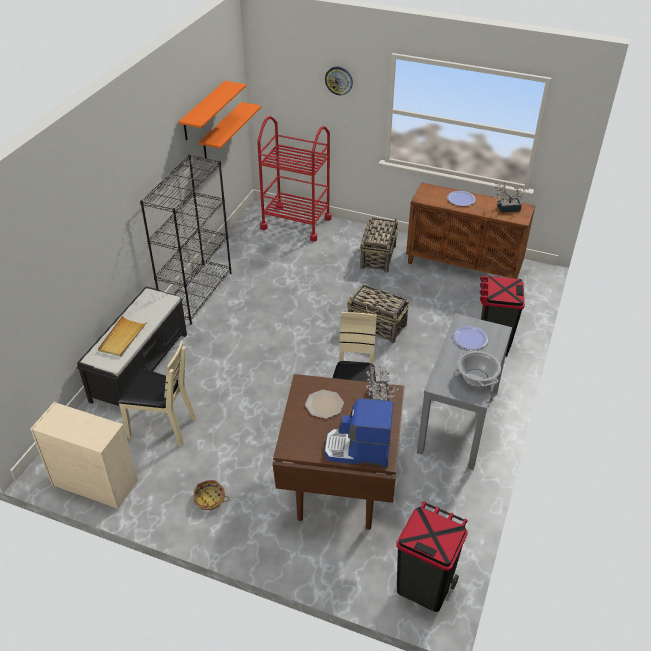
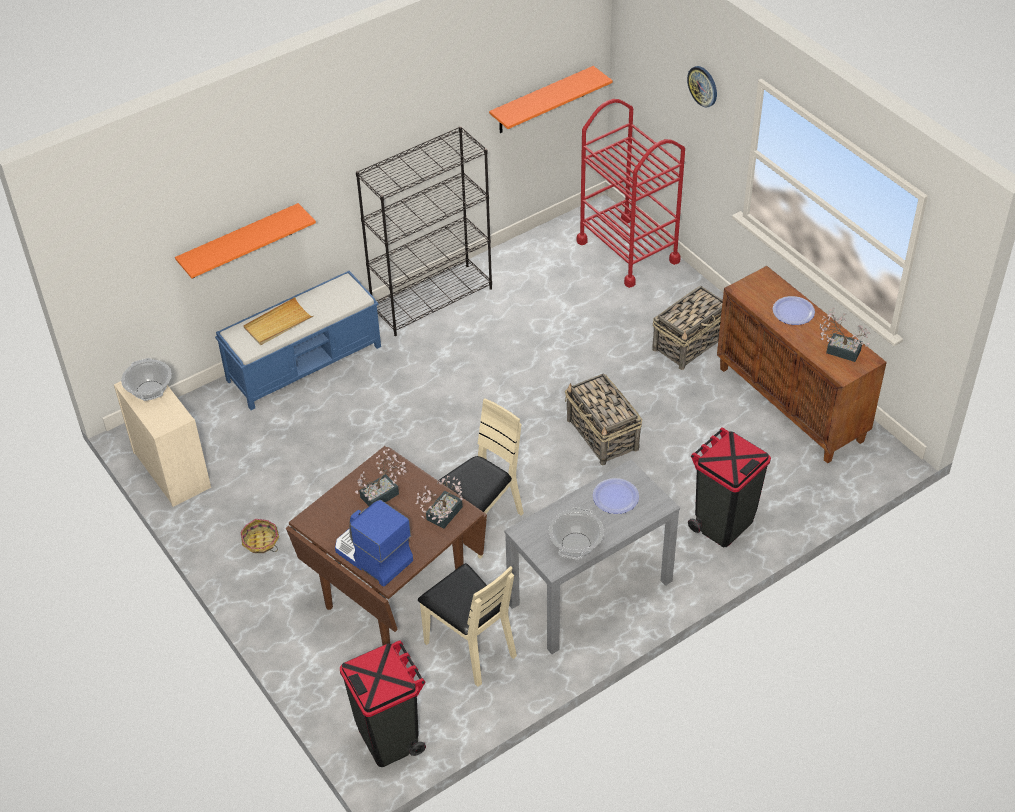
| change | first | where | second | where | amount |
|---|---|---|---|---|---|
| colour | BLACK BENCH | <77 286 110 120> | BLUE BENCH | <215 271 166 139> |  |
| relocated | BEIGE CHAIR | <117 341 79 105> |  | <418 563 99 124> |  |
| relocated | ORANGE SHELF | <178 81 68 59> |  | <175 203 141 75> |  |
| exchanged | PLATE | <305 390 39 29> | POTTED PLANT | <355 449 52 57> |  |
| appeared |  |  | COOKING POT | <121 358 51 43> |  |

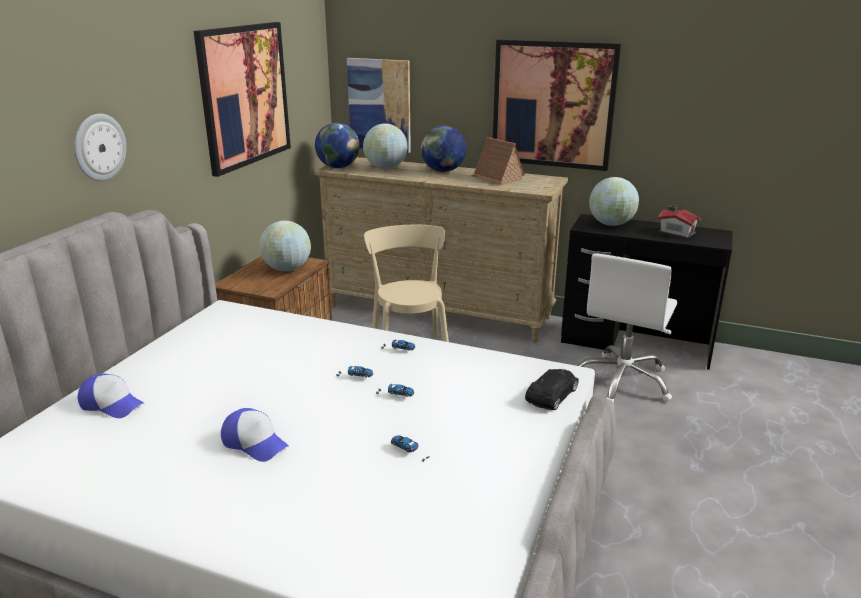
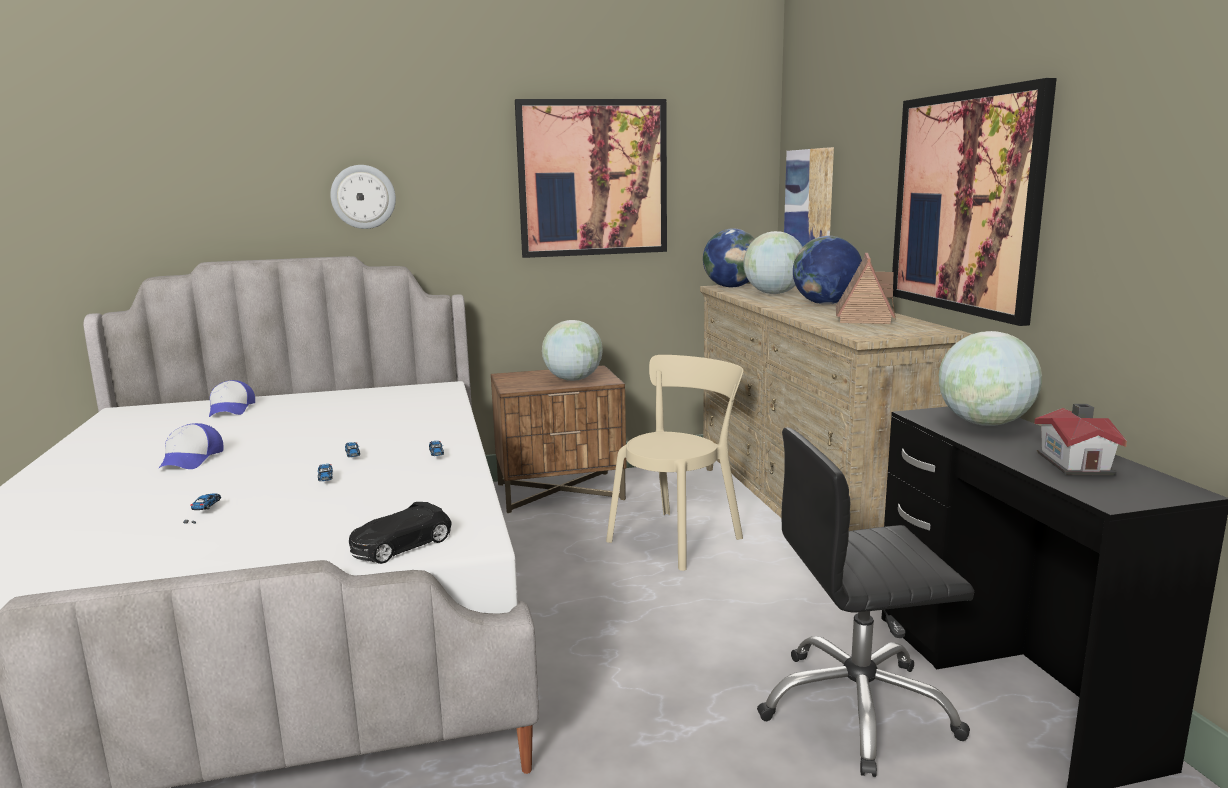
| change | first | where | second | where | amount |
|---|---|---|---|---|---|
| spun | BLACK TOY CAR | <525 369 54 41> |  | <349 502 103 62> | 135 degrees clockwise |
| colour | WHITE OFFICE CHAIR | <577 253 100 149> | BLACK OFFICE CHAIR | <757 428 217 349> |  |

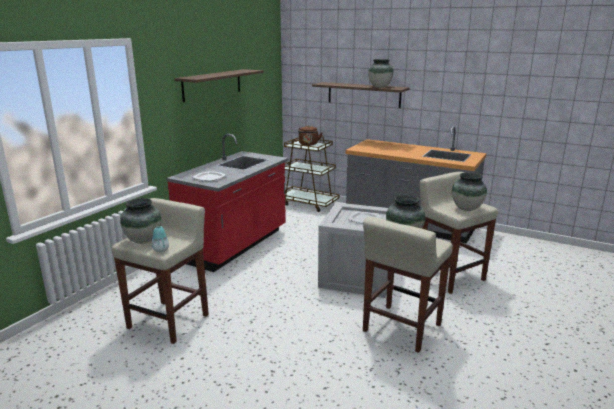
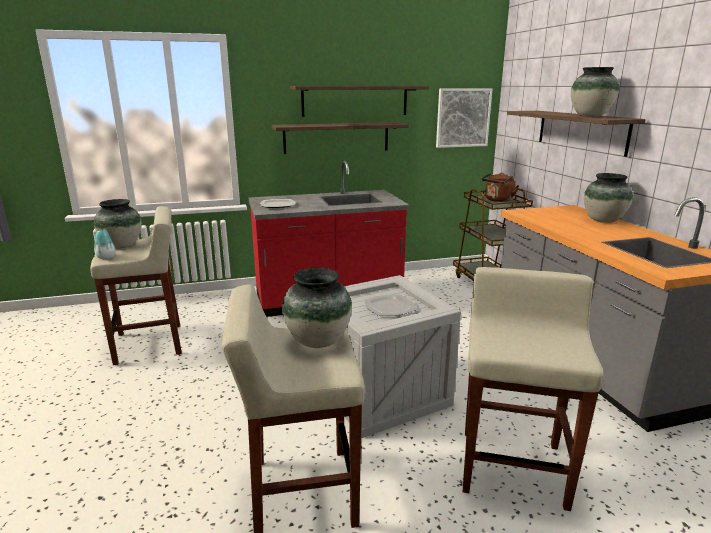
| change | first | where | second | where | amount |
|---|---|---|---|---|---|
| relocated | VASE | <452 172 35 39> |  | <584 173 49 50> |  |
| appeared |  |  | SHELF | <272 122 137 32> |  |
| appeared |  |  | PICTURE | <436 89 56 59> |  |

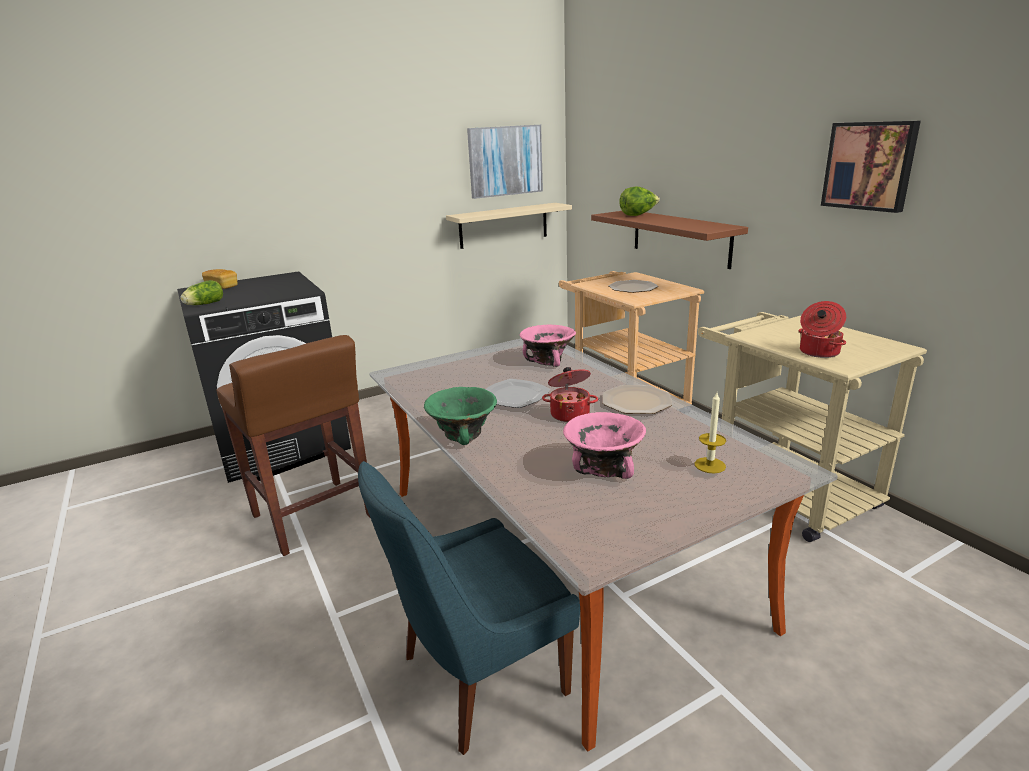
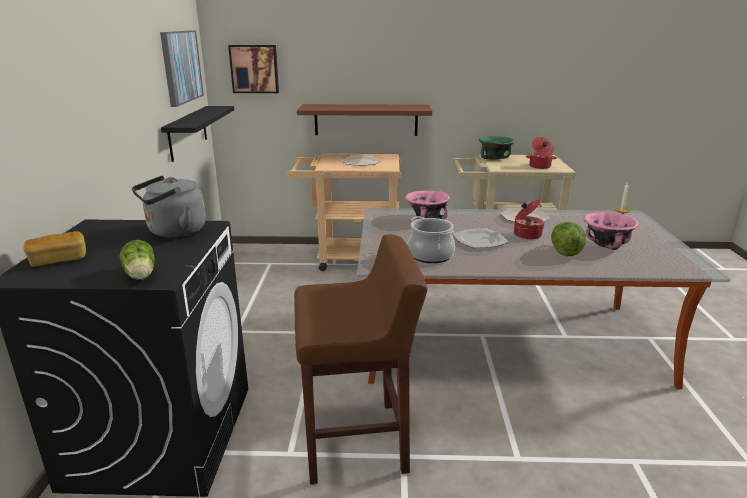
| change | first | where | second | where | amount |
|---|---|---|---|---|---|
| missing | BLUE CHAIR | <358 461 222 294> |  |  |  |
| relocated | GREEN BOWL | <424 387 73 58> |  | <479 136 36 23> |  |
| colour | BEIGE SHELF | <446 203 126 46> | BLACK SHELF | <161 106 73 56> |  |
| relocated | LETTUCE | <619 186 41 30> |  | <551 222 35 34> |  |
| relocated | PICTURE | <821 121 100 92> |  | <228 45 51 48> |  |
| appeared |  |  | GREY KETTLE | <132 175 74 63> |  |
| appeared |  |  | COOKING POT | <407 216 48 47> |  |

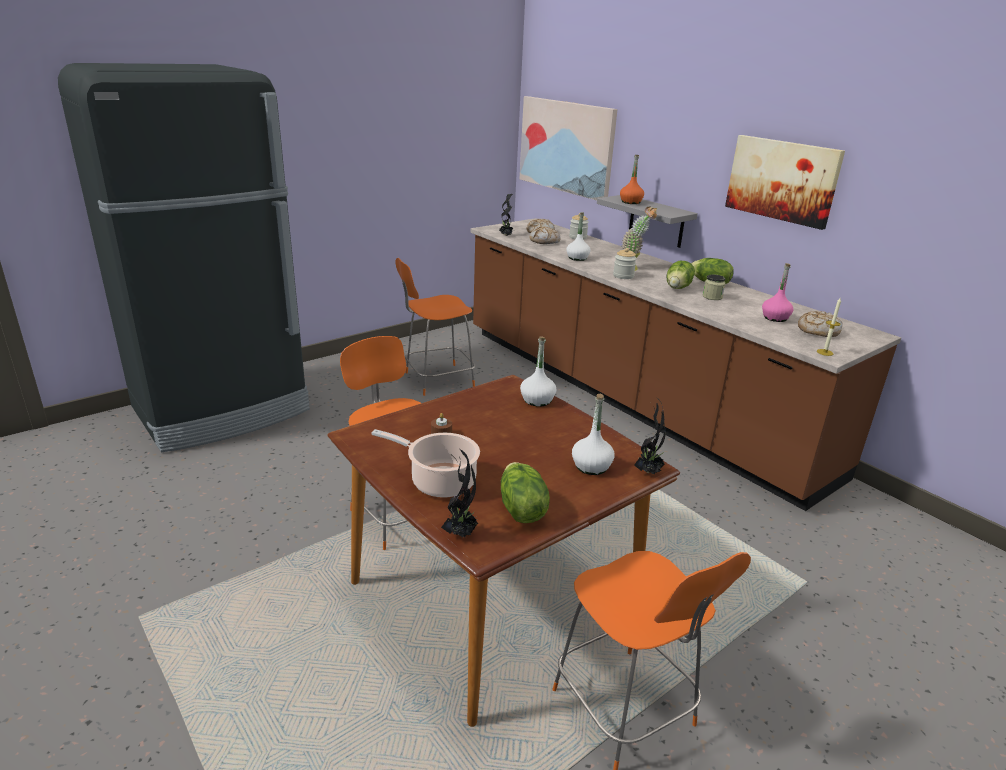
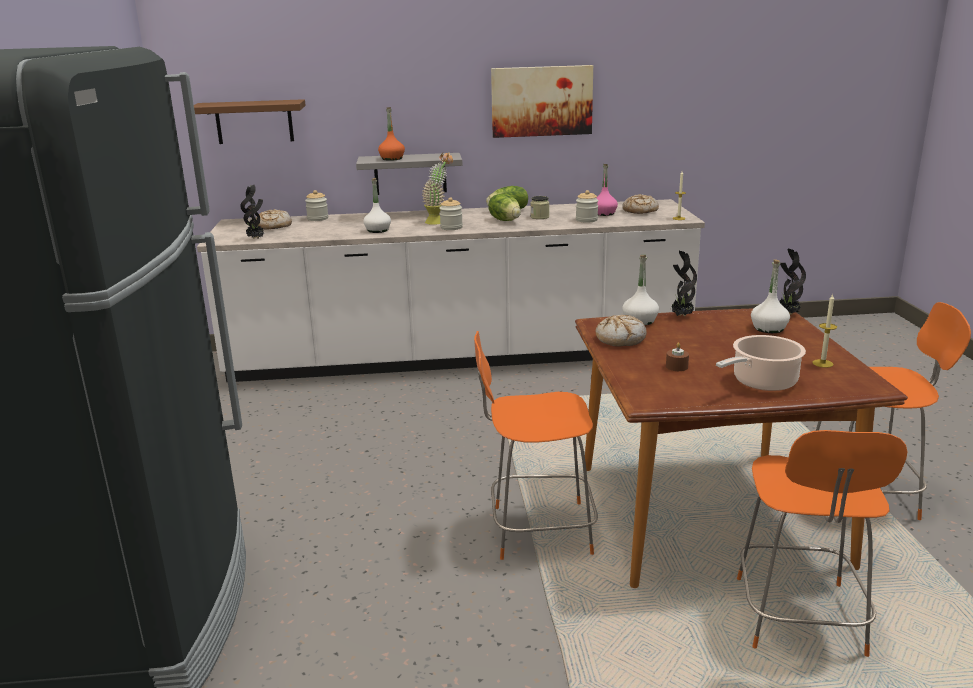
| change | first | where | second | where | amount |
|---|---|---|---|---|---|
| relocated | ORANGE CHAIR | <396 258 80 138> |  | <737 430 171 227> |  |
| relocated | POTTED PLANT | <441 449 37 89> |  | <672 251 25 65> |  |
| colour | BROWN COUNTER | <471 218 430 293> | WHITE COUNTER | <197 199 508 183> |  |
| exchanged | LETTUCE | <501 462 49 61> | CANDLE | <812 294 25 74> |  |
| exchanged | PICTURE | <520 96 98 104> | BROWN SHELF | <194 99 112 45> |  |
| relocated | BREAD | <530 227 30 17> |  | <596 315 51 31> |  |
| appeared |  |  | JAR | <576 190 22 33> |  |

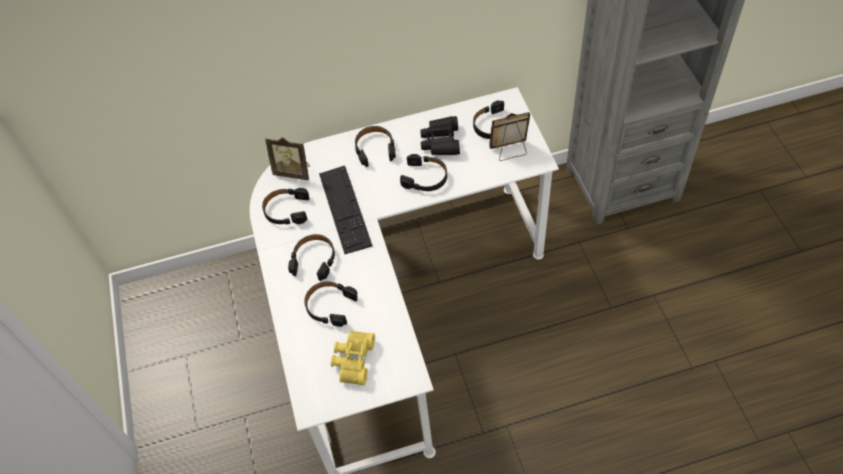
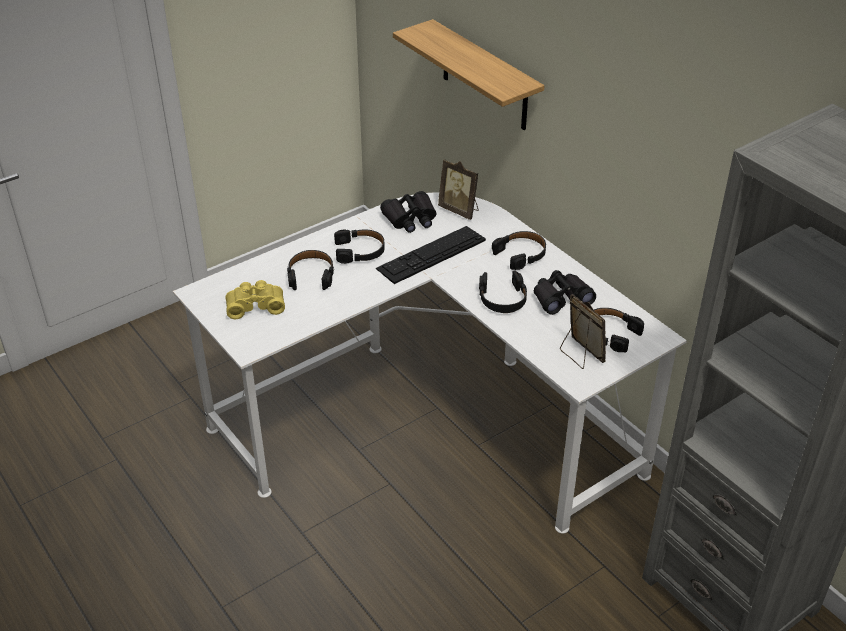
| change | first | where | second | where | amount |
|---|---|---|---|---|---|
| exchanged | BLACK HEADPHONES | <262 188 48 37> | BLACK BINOCULARS | <380 191 57 42> |  |
| spun | PICTURE FRAME | <265 137 45 43> |  | <438 159 41 61> | 45 degrees counterclockwise |
| appeared |  |  | SHELF | <393 19 151 111> |  |

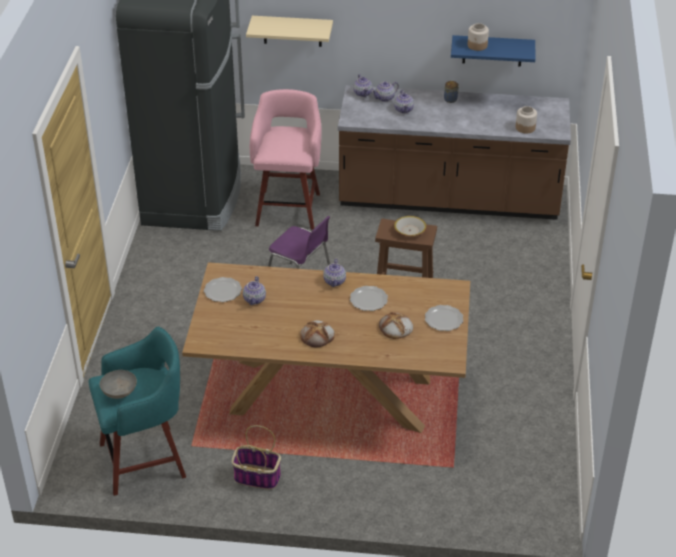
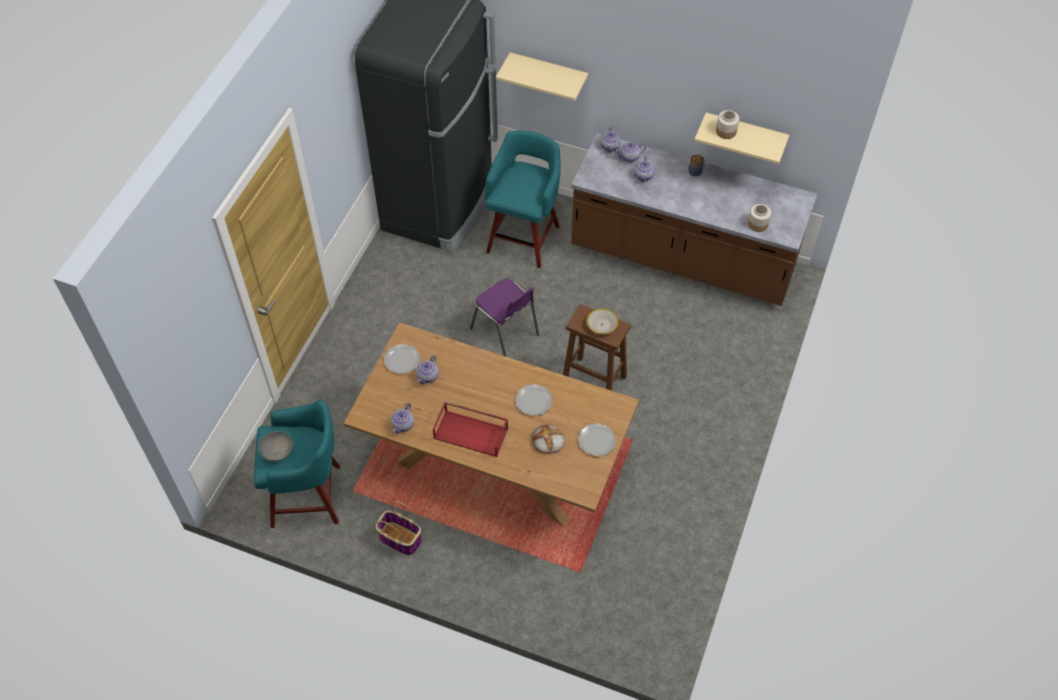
| change | first | where | second | where | amount |
|---|---|---|---|---|---|
| colour | PINK STOOL | <250 89 71 141> | TURQUOISE STOOL | <485 130 76 138> |  |
| exchanged | BREAD | <300 320 35 27> | RED TRAY | <433 401 75 56> |  |
| relocated | TEAPOT | <323 258 23 29> |  | <391 403 23 31> |  |
| colour | BLUE SHELF | <451 35 84 32> | BEIGE SHELF | <694 113 95 51> |  |

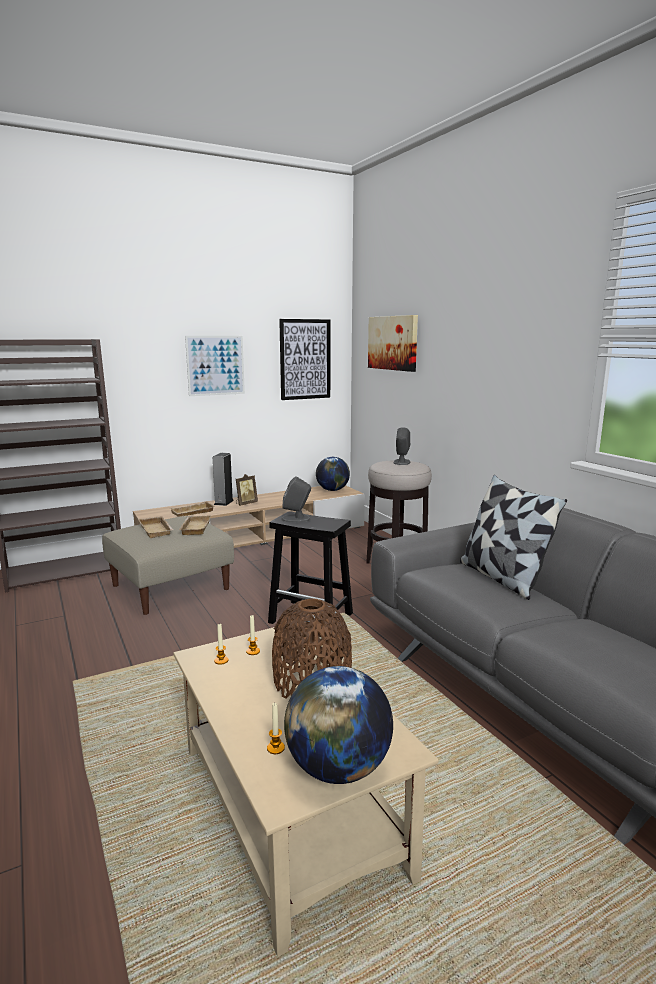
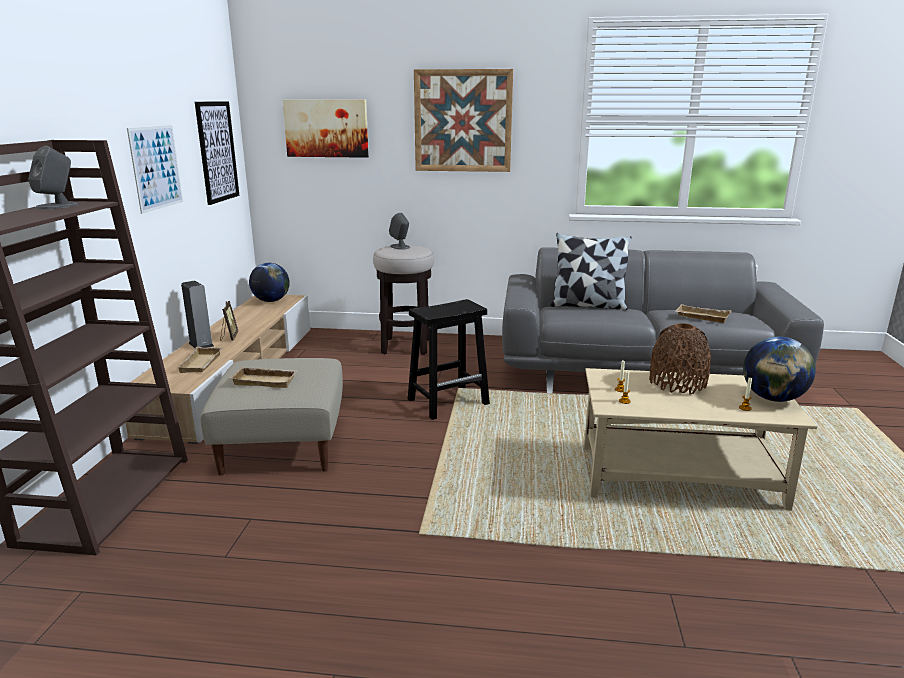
| change | first | where | second | where | amount |
|---|---|---|---|---|---|
| relocated | BEIGE TRAY | <179 515 32 20> |  | <675 304 57 19> |  |
| relocated | GREY SPEAKER | <281 476 30 46> |  | <28 146 51 64> |  |
| appeared |  |  | PICTURE | <414 69 99 103> |  |

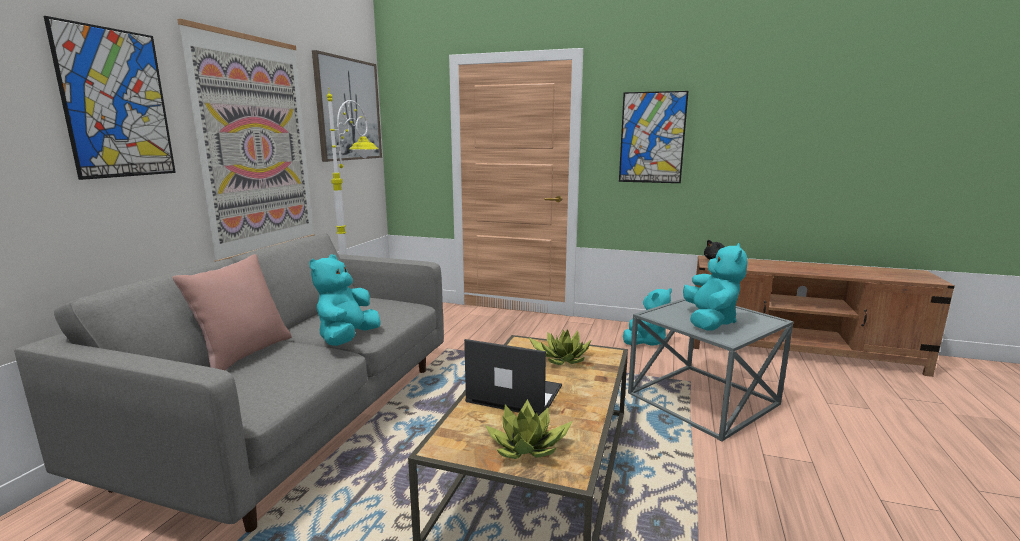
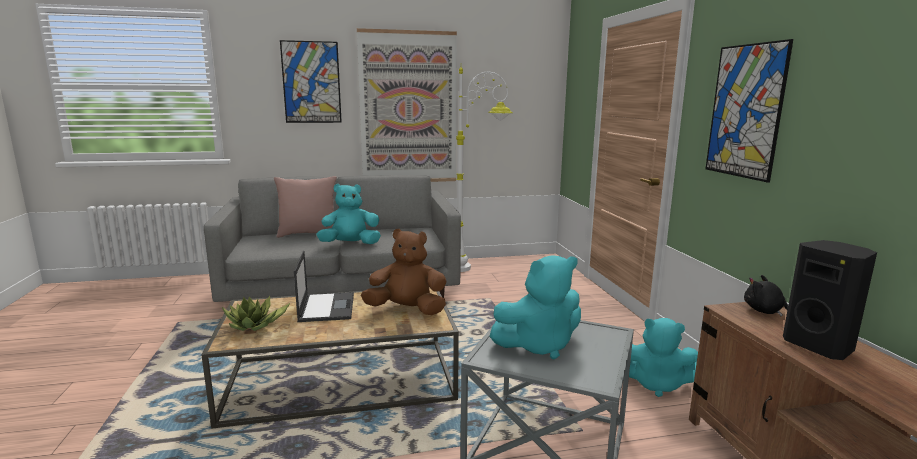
| change | first | where | second | where | amount |
|---|---|---|---|---|---|
| missing | PICTURE | <312 50 70 112> |  |  |  |
| exchanged | POTTED PLANT | <529 329 63 36> | BROWN PLUSH TOY | <361 229 86 86> |  |
| appeared |  |  | BLACK SPEAKER | <783 240 94 120> |  |

